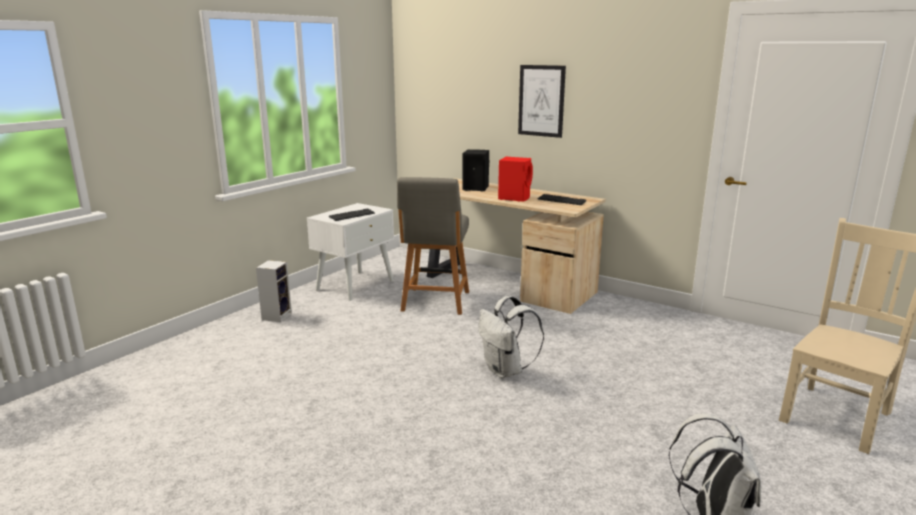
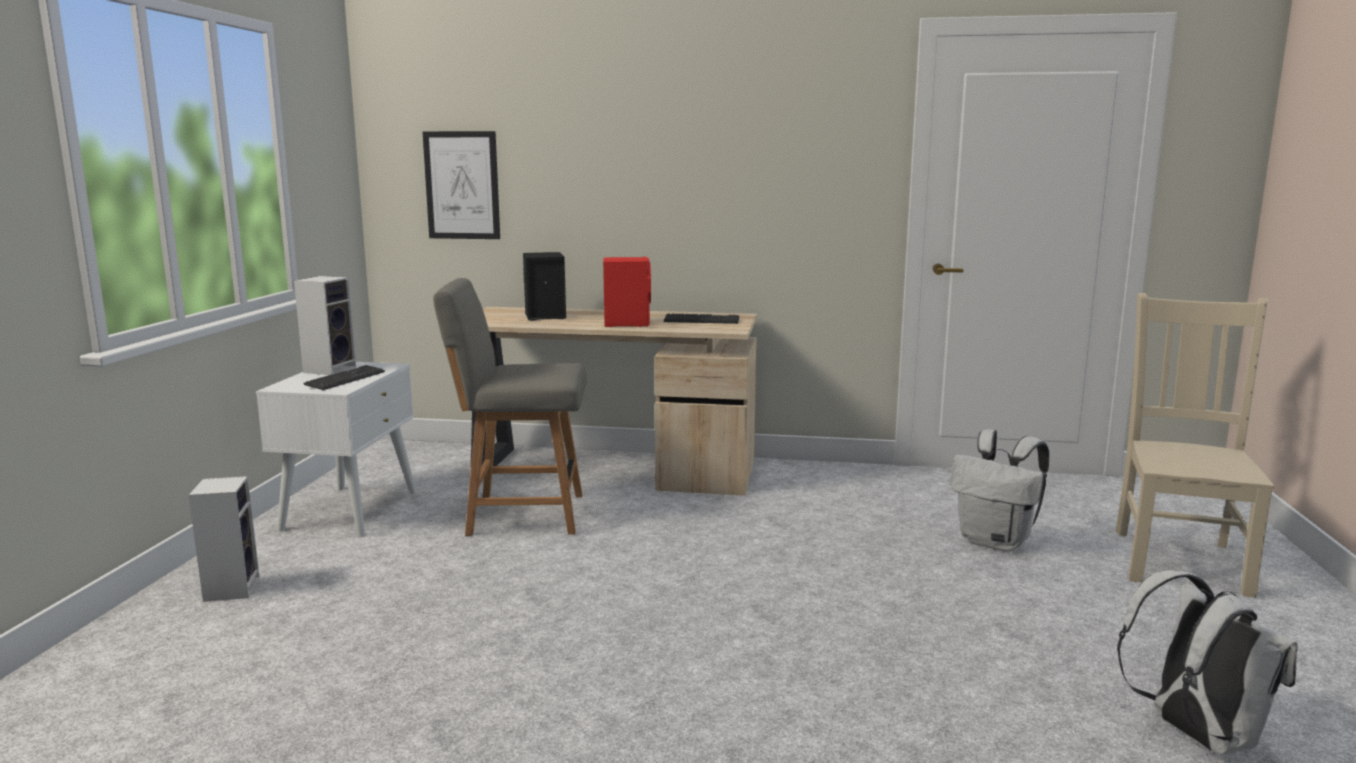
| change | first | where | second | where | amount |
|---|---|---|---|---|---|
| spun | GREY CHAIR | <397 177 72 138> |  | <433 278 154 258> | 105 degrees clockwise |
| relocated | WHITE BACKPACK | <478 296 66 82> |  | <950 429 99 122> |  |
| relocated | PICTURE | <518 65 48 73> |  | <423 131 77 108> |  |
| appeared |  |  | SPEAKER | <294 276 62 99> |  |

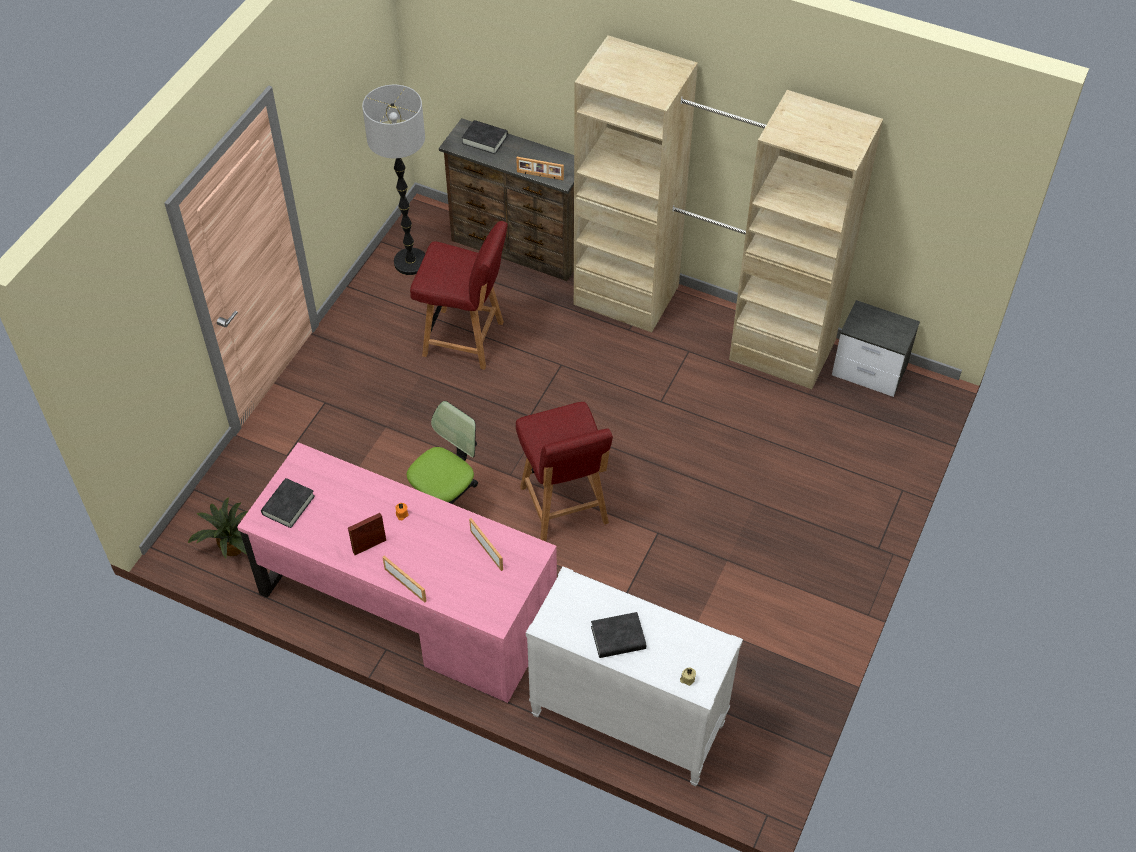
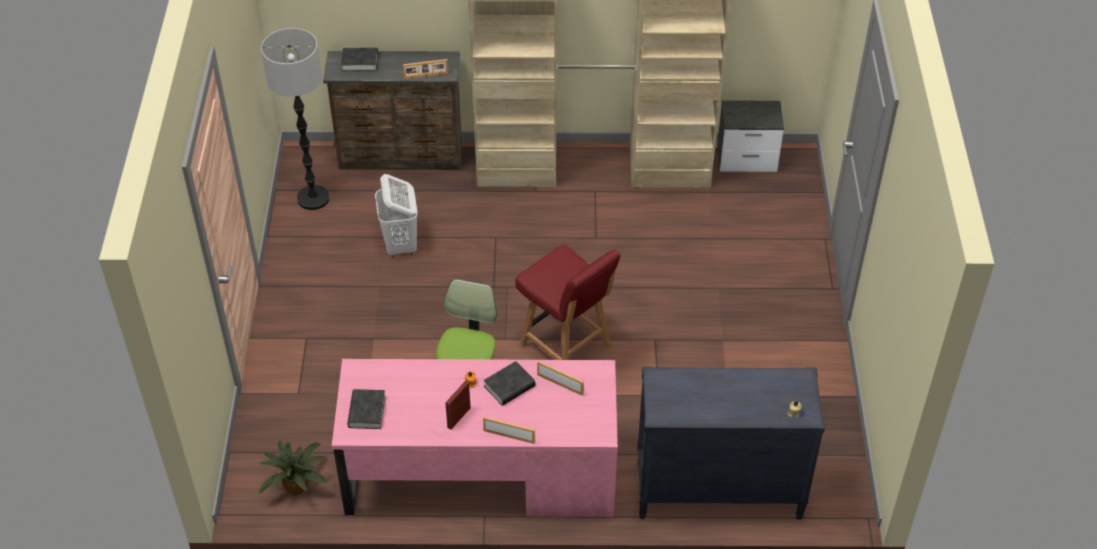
| change | first | where | second | where | amount |
|---|---|---|---|---|---|
| exchanged | RED CHAIR | <410 221 98 149> | WHITE LAUNDRY BASKET | <375 174 43 84> |  |
| colour | WHITE DRESSER | <526 566 217 220> | BLACK DRESSER | <637 367 188 153> |  |
| relocated | BLACK BOOK | <591 612 55 46> |  | <483 361 53 45> |  |

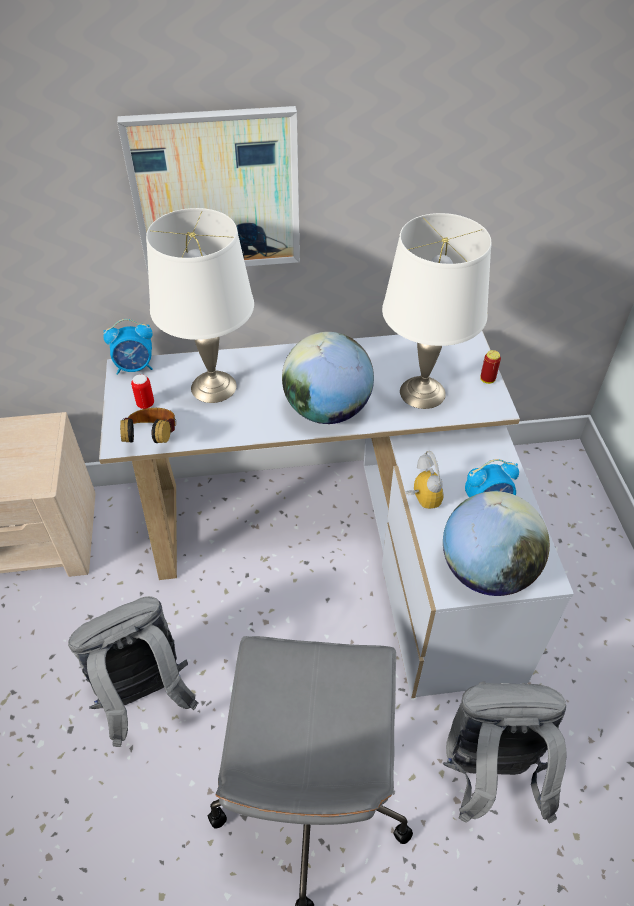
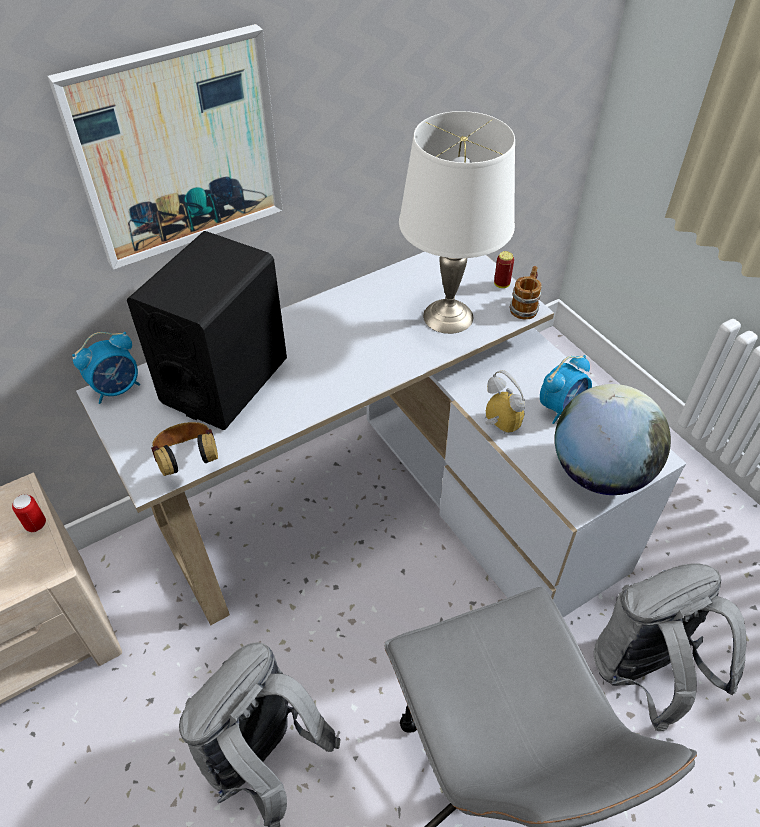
| change | first | where | second | where | amount |
|---|---|---|---|---|---|
| relocated | CAN | <131 374 23 35> |  | <12 494 34 38> |  |
| exchanged | WHITE TABLE LAMP | <146 208 108 195> | BLACK SPEAKER | <127 231 160 199> |  |
| missing | GLOBE | <282 332 92 92> |  |  |  |
| appeared |  |  | MUG | <509 266 33 54> |  |

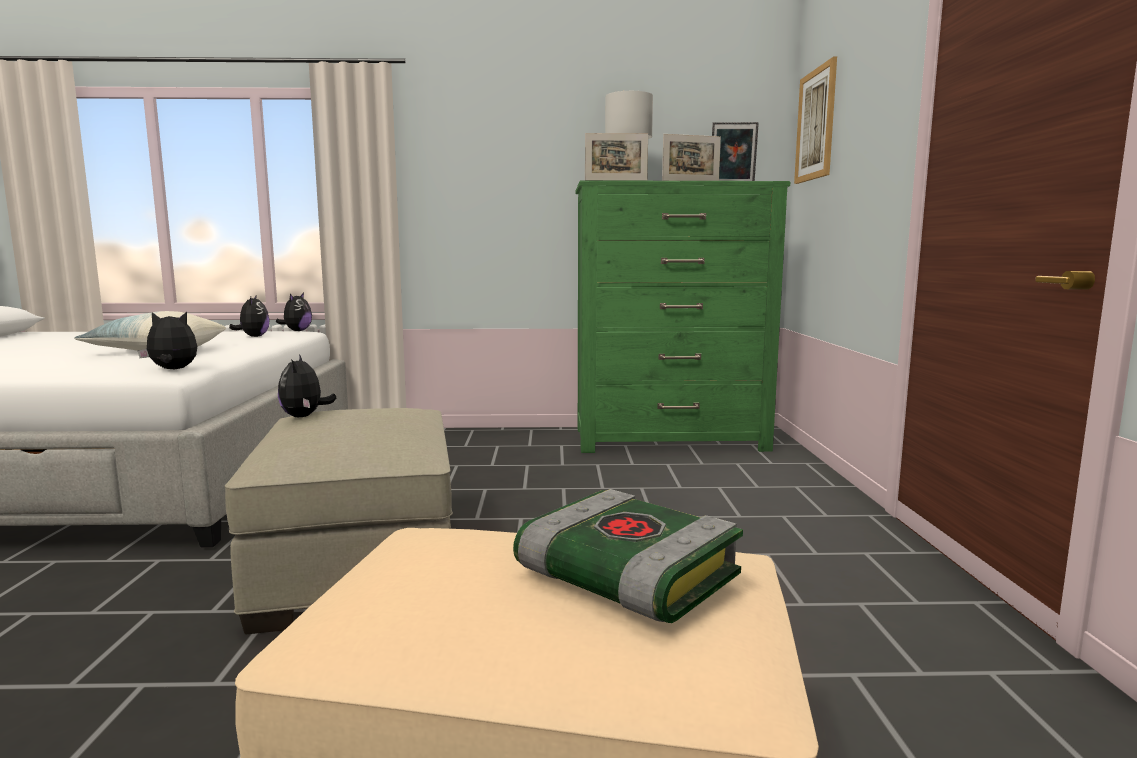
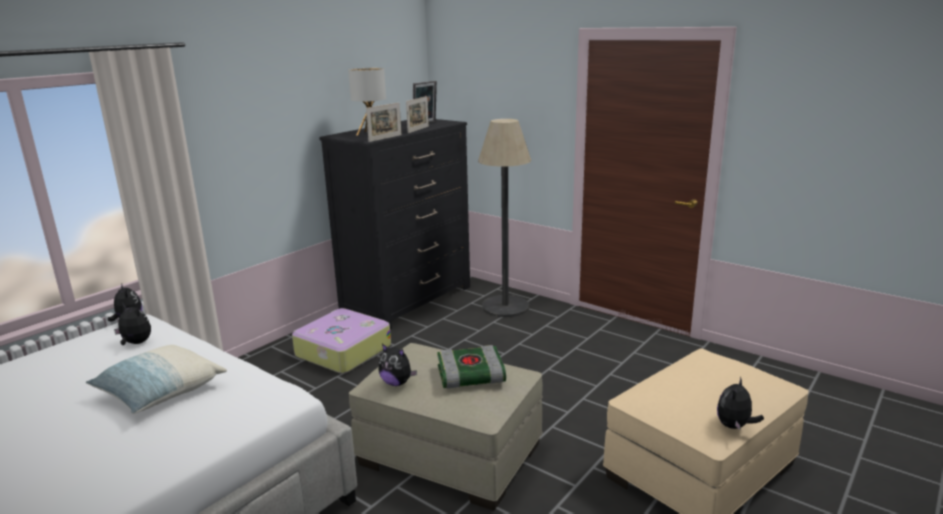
| change | first | where | second | where | amount |
|---|---|---|---|---|---|
| relocated | PLUSH TOY | <138 312 59 57> |  | <717 376 47 54> |  |
| relocated | BOOK | <513 489 230 134> |  | <437 345 69 44> |  |
| colour | GREEN DRESSER | <576 180 214 273> | BLACK DRESSER | <319 119 151 210> |  |
| missing | PICTURE | <794 56 43 128> |  |  |  |
| appeared |  |  | SUITCASE | <292 308 99 66> |  |
| appeared |  |  | FLOOR LAMP | <478 119 53 198> |  |

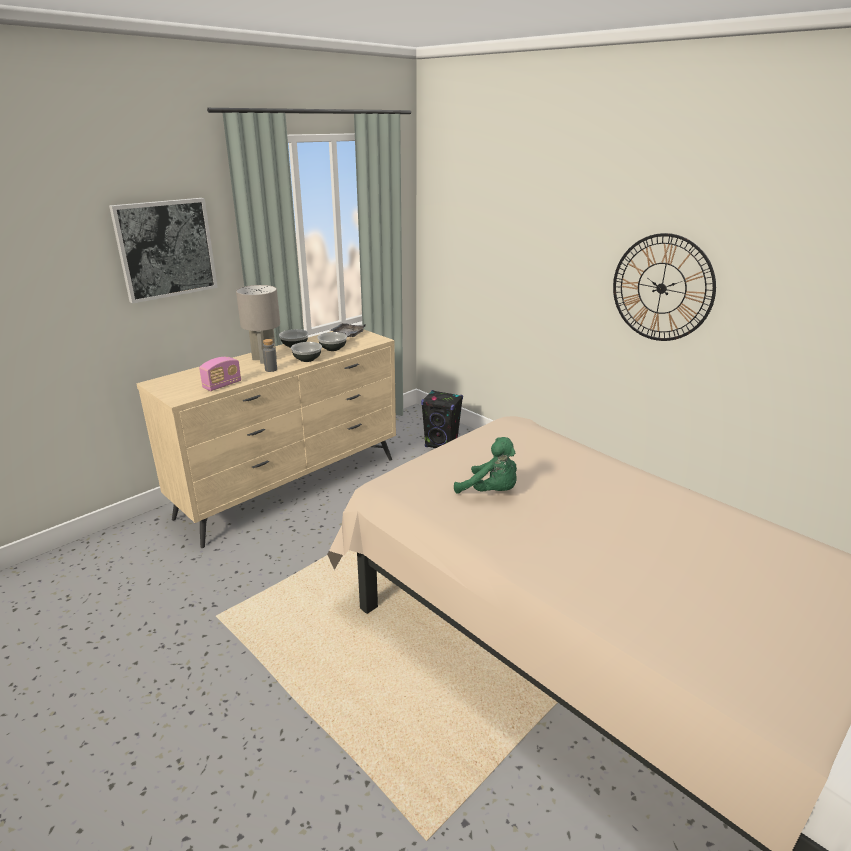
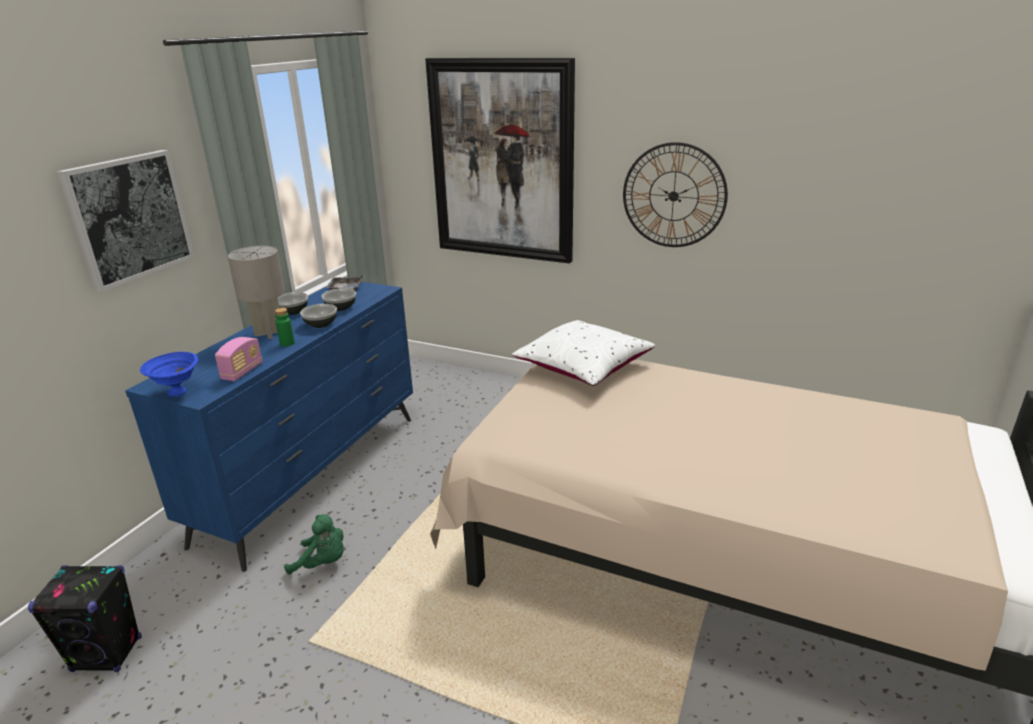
| change | first | where | second | where | amount |
|---|---|---|---|---|---|
| colour | BEIGE DRESSER | <136 329 260 219> | BLUE DRESSER | <125 282 288 290> |  |
| colour | GREY BOTTLE | <263 339 14 33> | GREEN BOTTLE | <275 308 20 39> |  |
| relocated | BLACK SPEAKER | <421 390 42 58> |  | <28 565 114 107> |  |
| relocated | GREEN PLUSH TOY | <454 437 63 57> |  | <284 514 60 60> |  |
| appeared |  |  | BLUE BOWL | <140 352 58 44> |  |
| appeared |  |  | PICTURE | <425 58 150 206> |  |
| appeared |  |  | WHITE PILLOW | <512 320 143 66> |  |

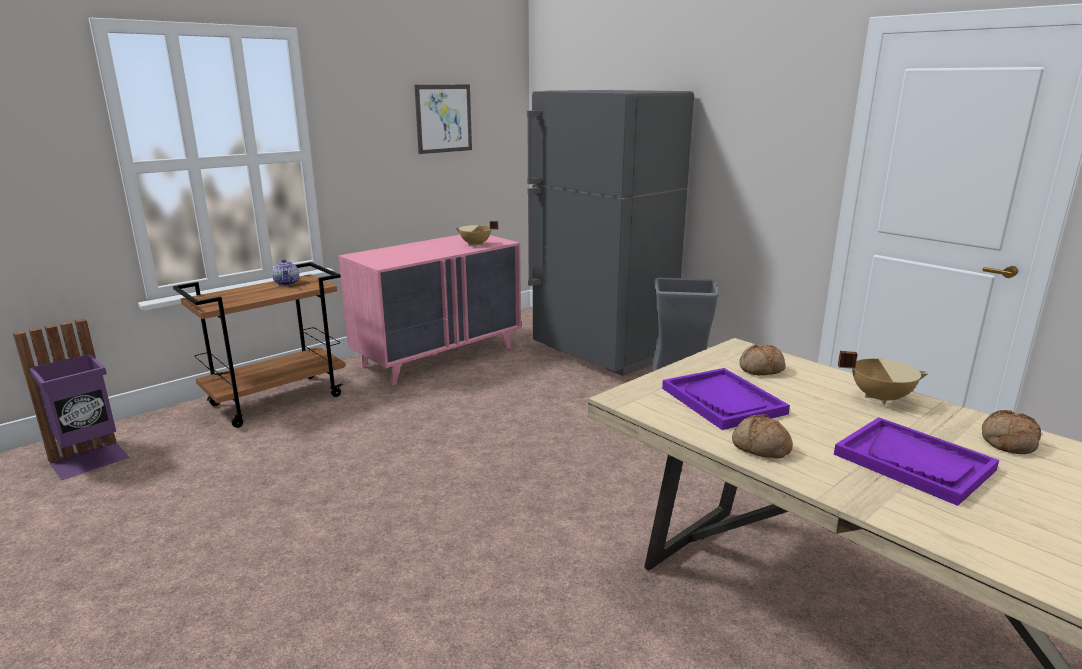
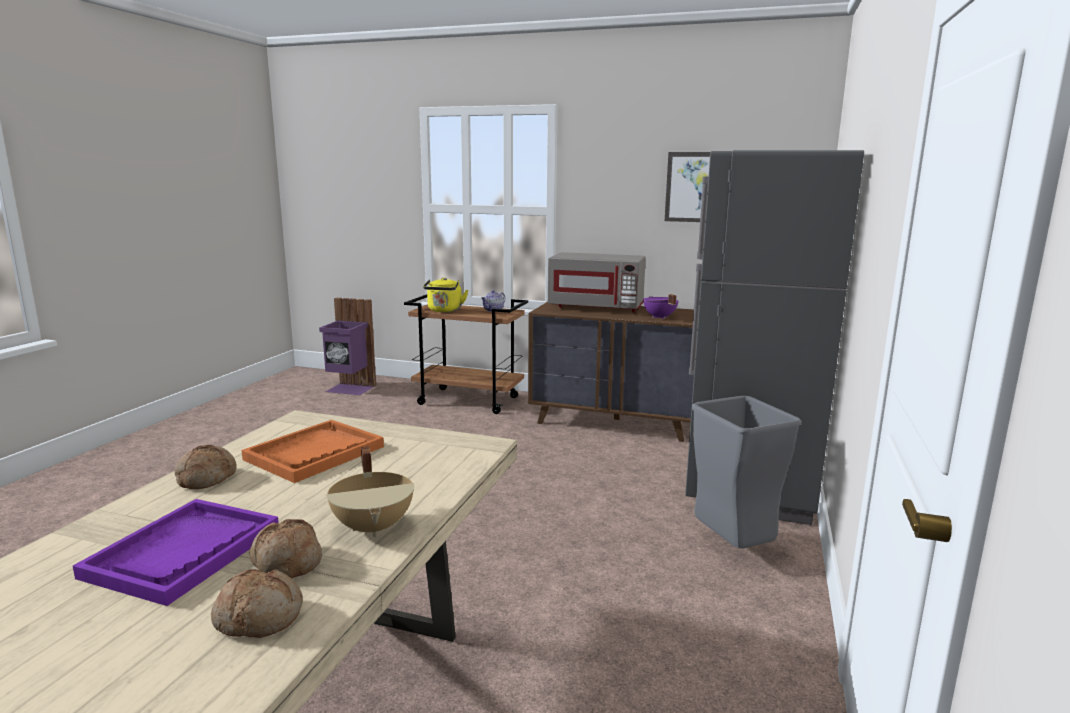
| change | first | where | second | where | amount |
|---|---|---|---|---|---|
| colour | PINK DRESSER | <338 235 183 151> | BROWN DRESSER | <528 302 166 140> |  |
| colour | BEIGE COOKING POT | <455 221 43 25> | PURPLE COOKING POT | <643 294 35 25> |  |
| colour | PURPLE TRAY | <662 368 128 62> | ORANGE TRAY | <242 420 142 63> |  |
| relocated | BREAD | <739 344 47 31> |  | <250 519 72 60> |  |
| appeared |  |  | YELLOW KETTLE | <423 277 45 35> |  |
| appeared |  |  | GREY MICROWAVE | <548 252 98 60> |  |

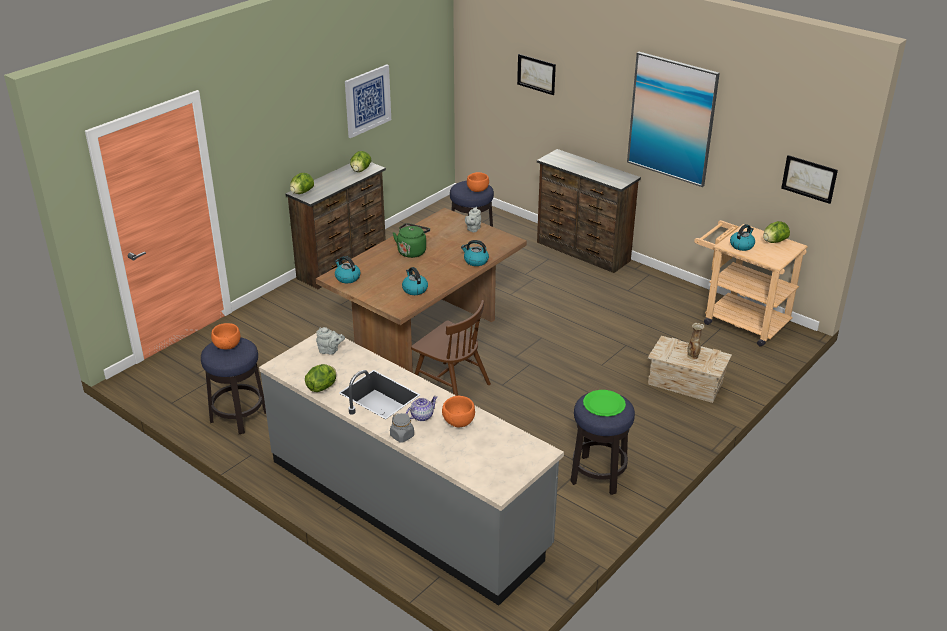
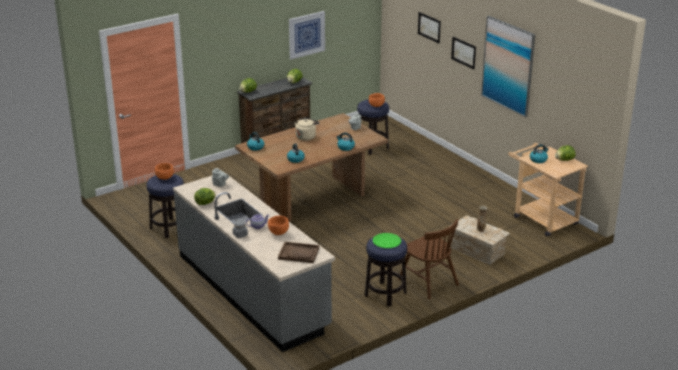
| change | first | where | second | where | amount |
|---|---|---|---|---|---|
| colour | GREEN KETTLE | <393 223 37 35> | BEIGE KETTLE | <294 117 26 24> |  |
| relocated | BROWN CHAIR | <411 300 80 96> |  | <398 219 61 80> |  |
| missing | BROWN DRESSER | <537 149 104 124> |  |  |  |
| relocated | PICTURE | <781 155 57 49> |  | <451 37 25 32> |  |
| appeared |  |  | BROWN TRAY | <278 242 41 21> |  |

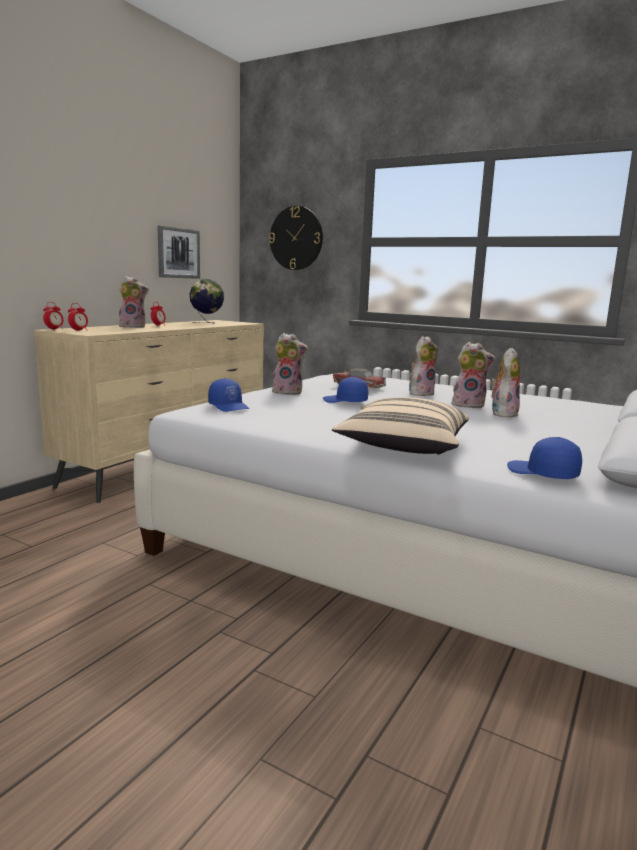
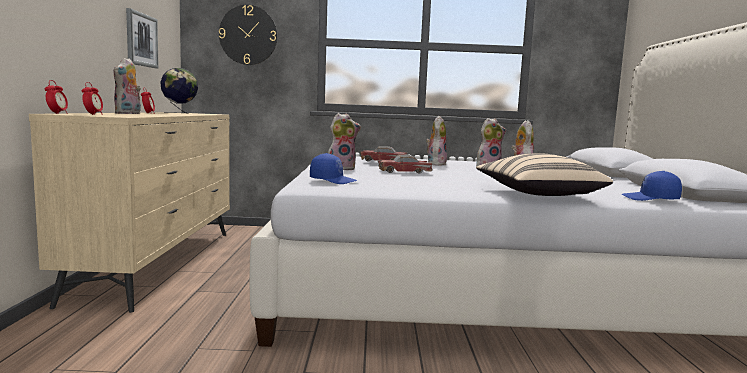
| change | first | where | second | where | amount |
|---|---|---|---|---|---|
| spun | PLUSH TOY | <119 276 30 52> |  | <114 58 27 56> | 135 degrees clockwise |
| exchanged | BLUE CAP | <323 377 45 26> | TOY CAR | <378 155 55 19> |  |

